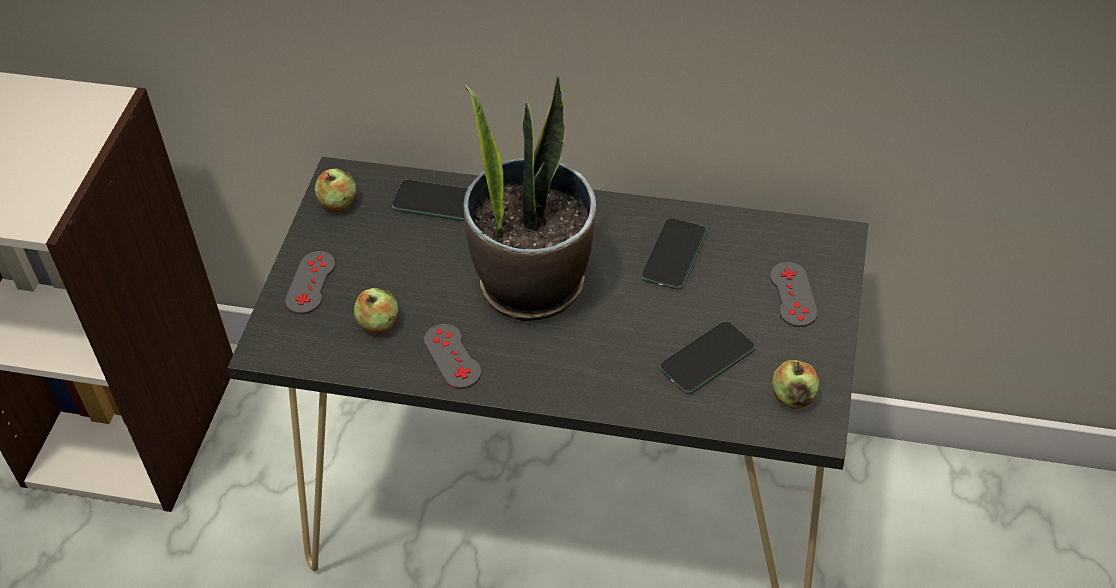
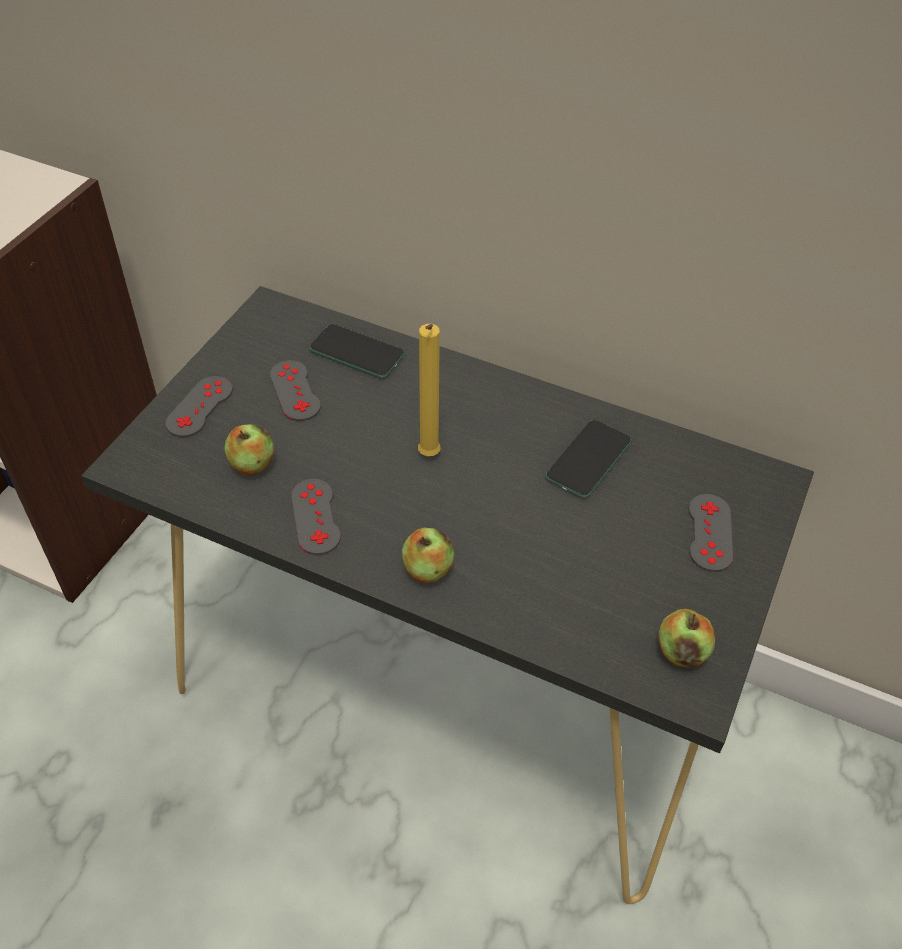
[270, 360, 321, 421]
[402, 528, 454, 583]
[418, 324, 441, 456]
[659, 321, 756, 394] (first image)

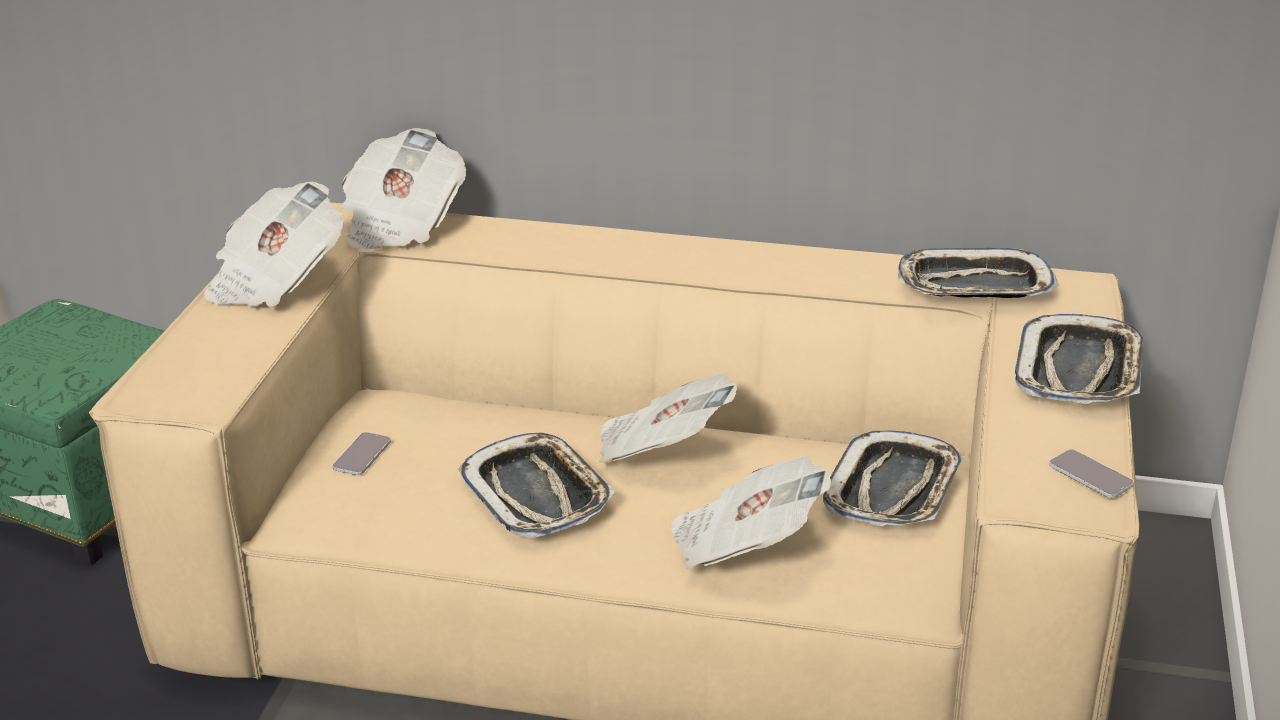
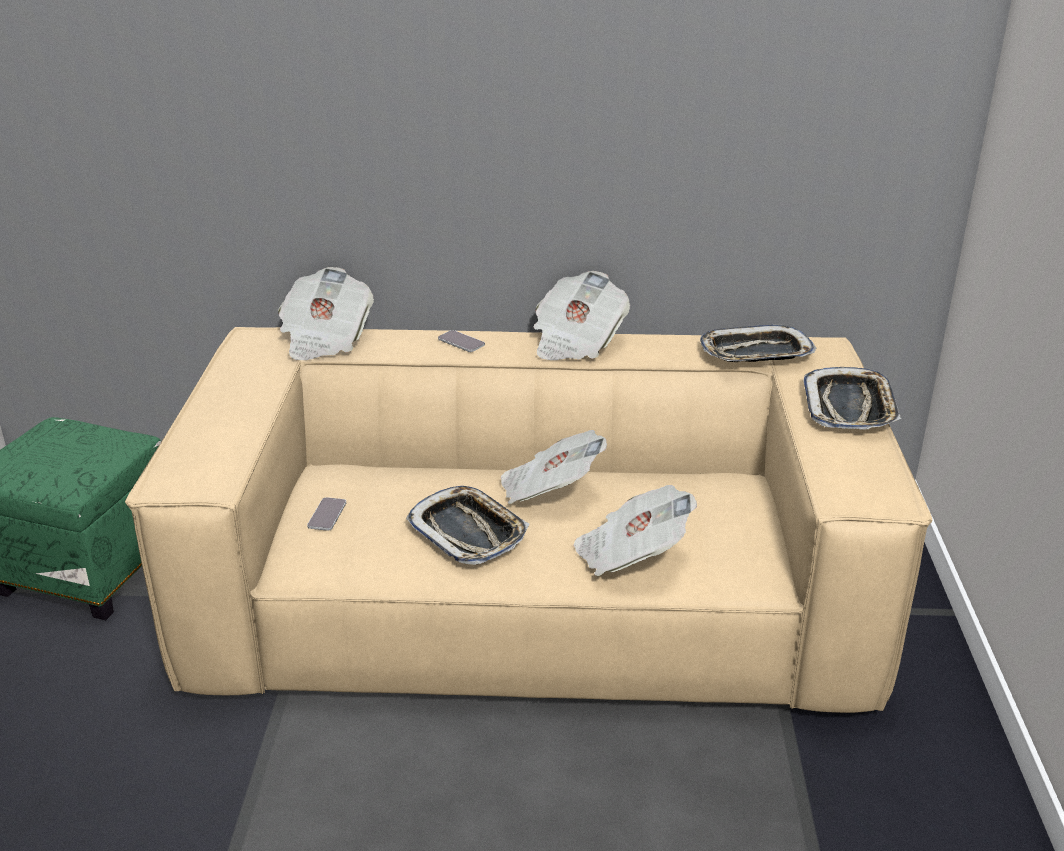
[438, 330, 485, 352]
[534, 271, 630, 360]
[823, 430, 962, 526] (first image)

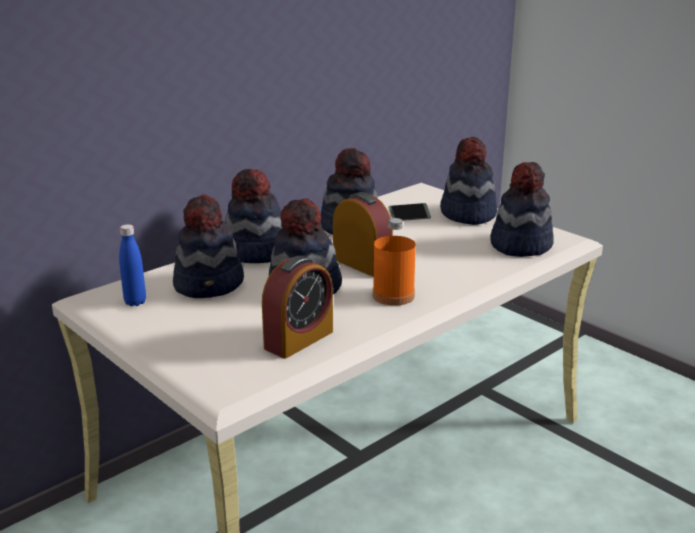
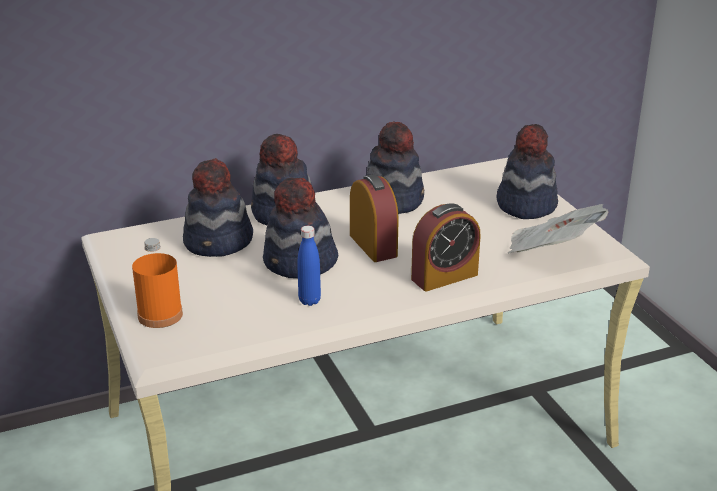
[132, 238, 183, 328]
[297, 226, 321, 306]
[411, 204, 480, 291]
[508, 204, 609, 254]
[388, 203, 431, 221] (first image)

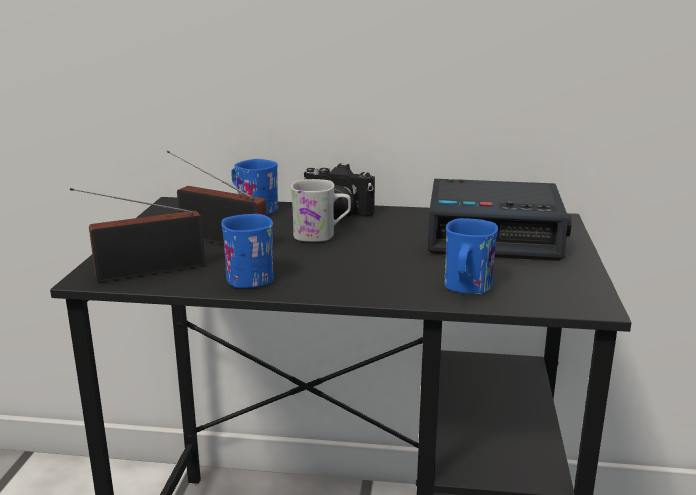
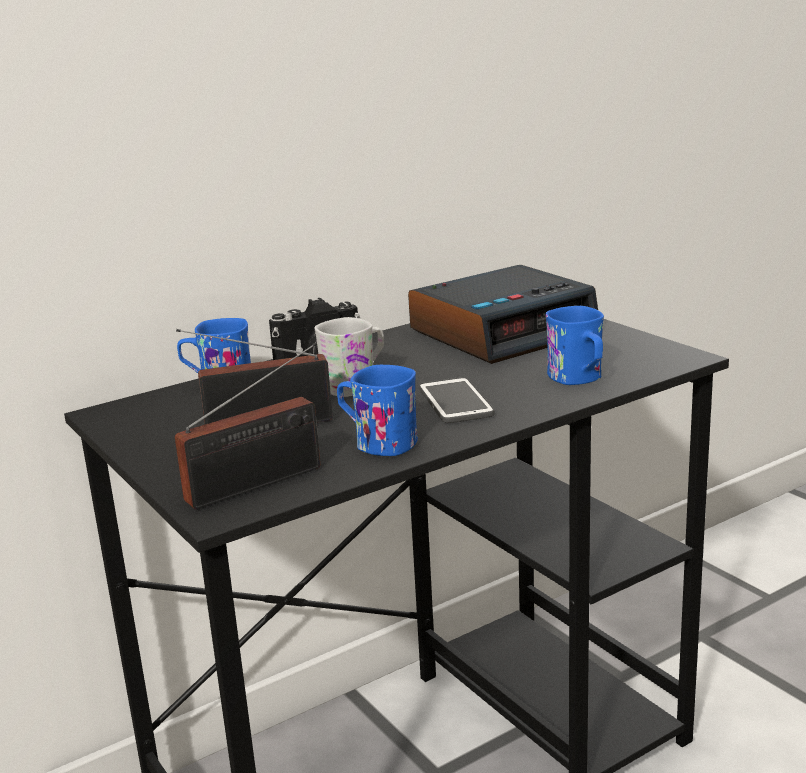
[175, 342, 320, 509]
[419, 377, 495, 423]

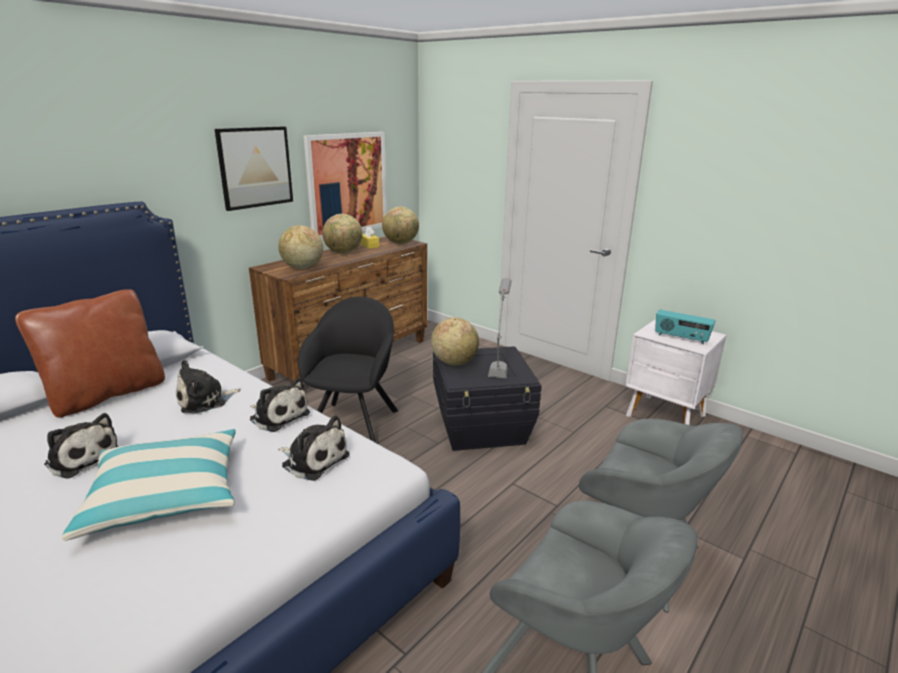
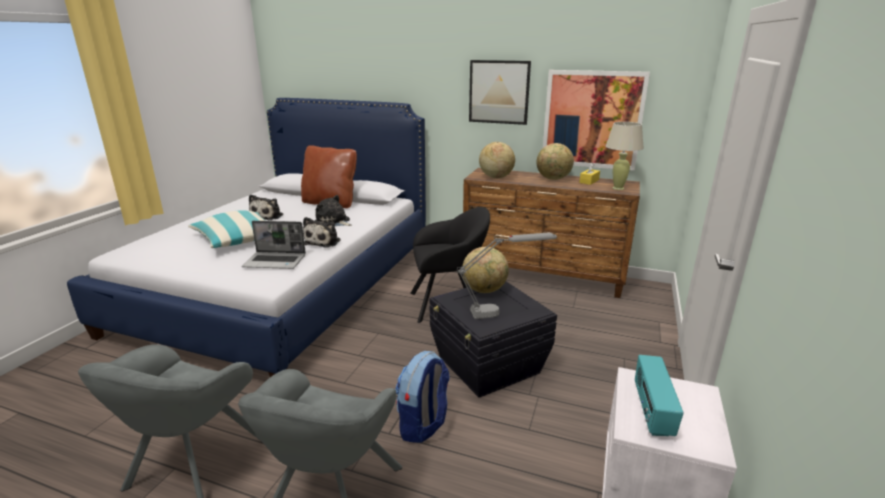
[242, 221, 306, 269]
[395, 351, 450, 443]
[606, 122, 644, 190]

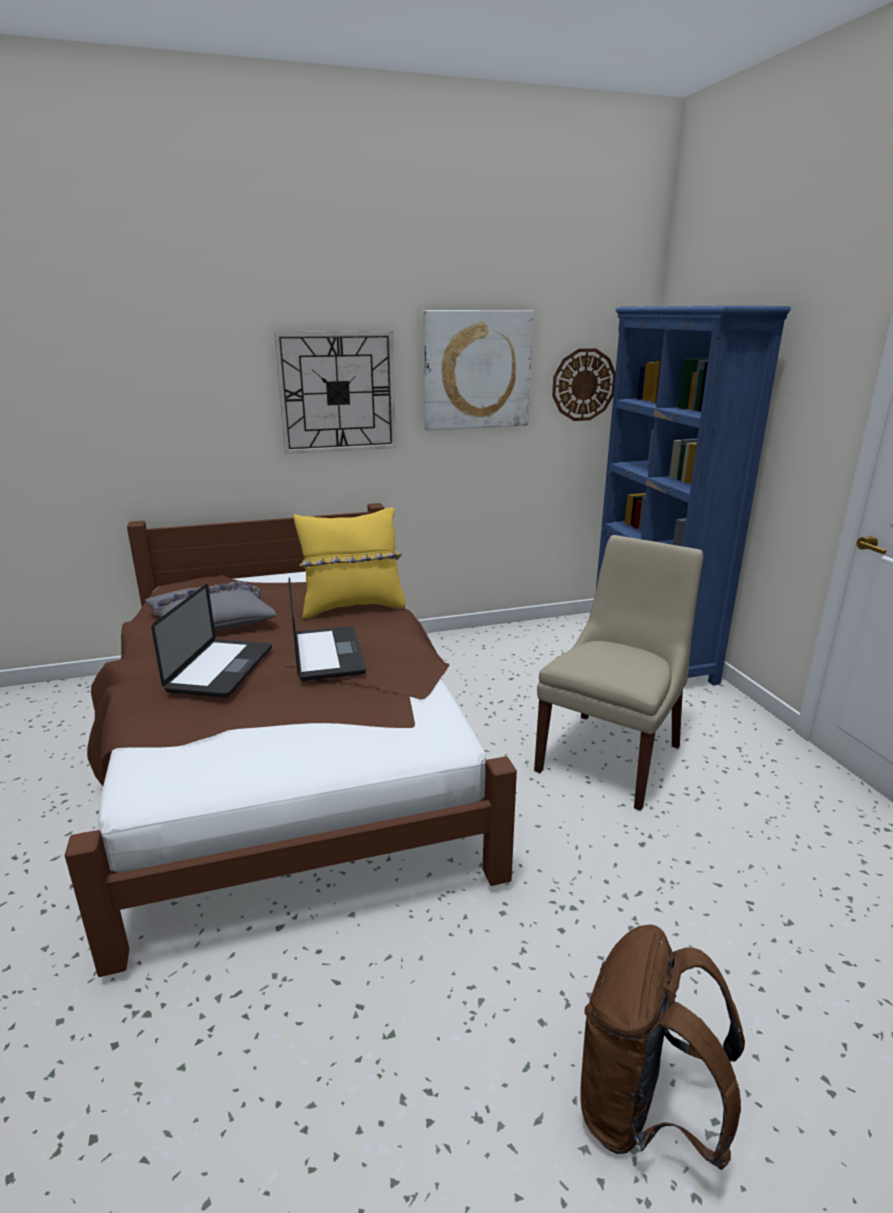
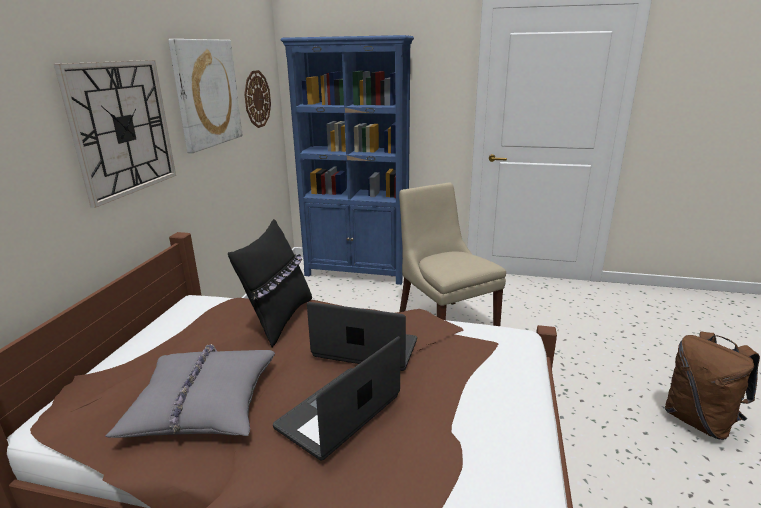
[228, 219, 312, 347]
[273, 336, 400, 460]

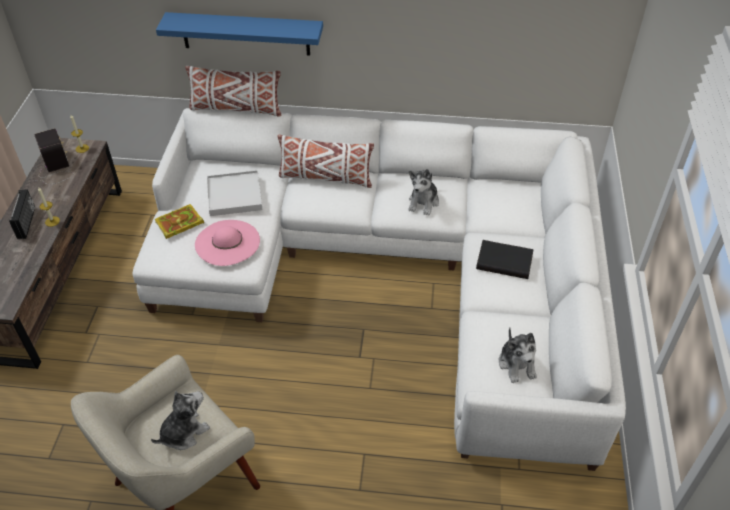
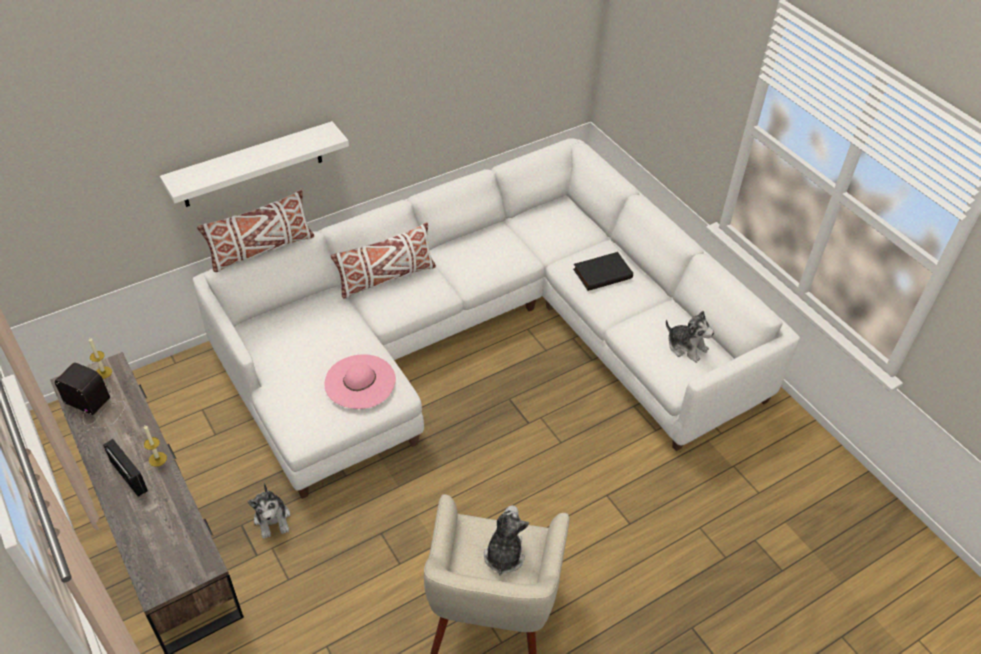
[160, 121, 349, 207]
[247, 483, 290, 539]
[155, 204, 204, 239] (first image)
[207, 170, 262, 216] (first image)

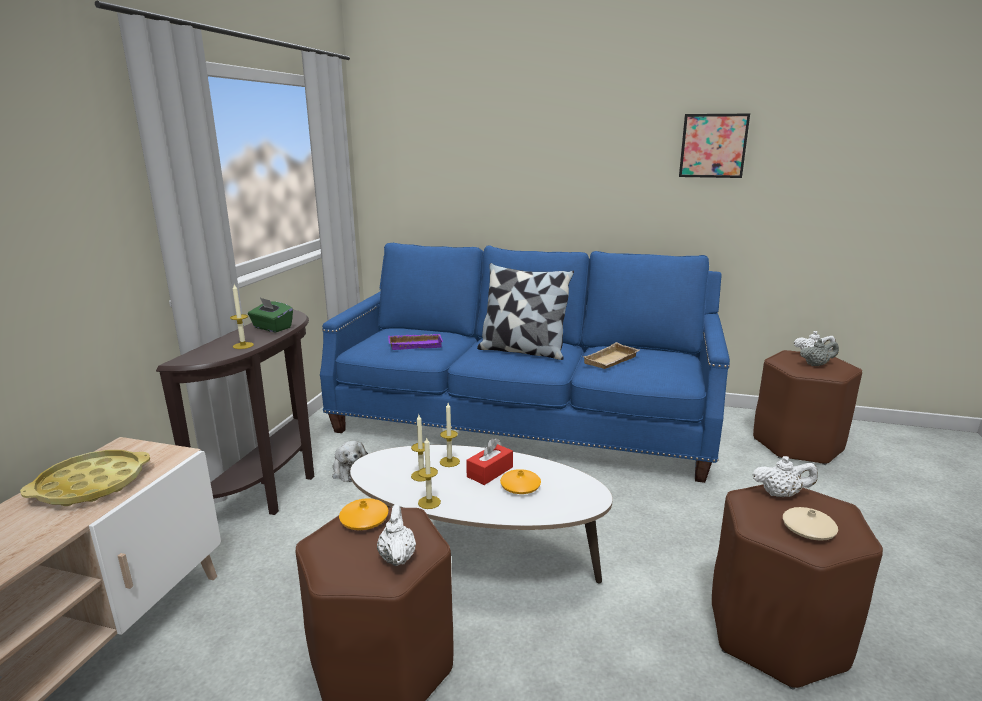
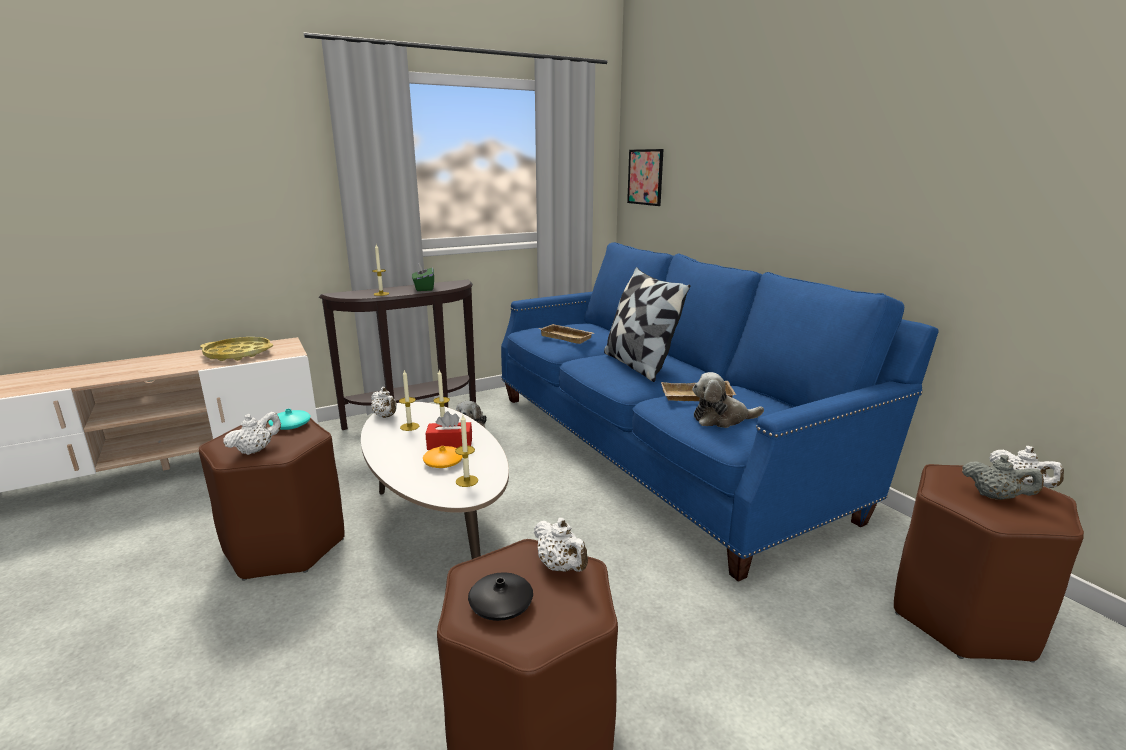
[268, 409, 310, 430]
[371, 387, 397, 418]
[455, 415, 478, 487]
[468, 572, 533, 621]
[539, 324, 594, 344]
[627, 149, 664, 206]
[692, 372, 764, 428]

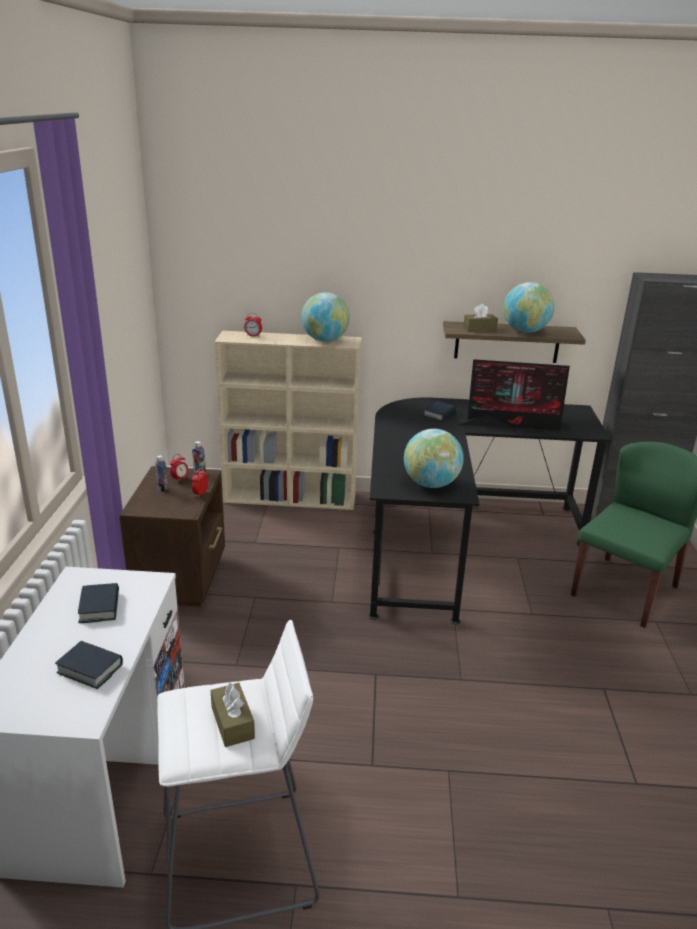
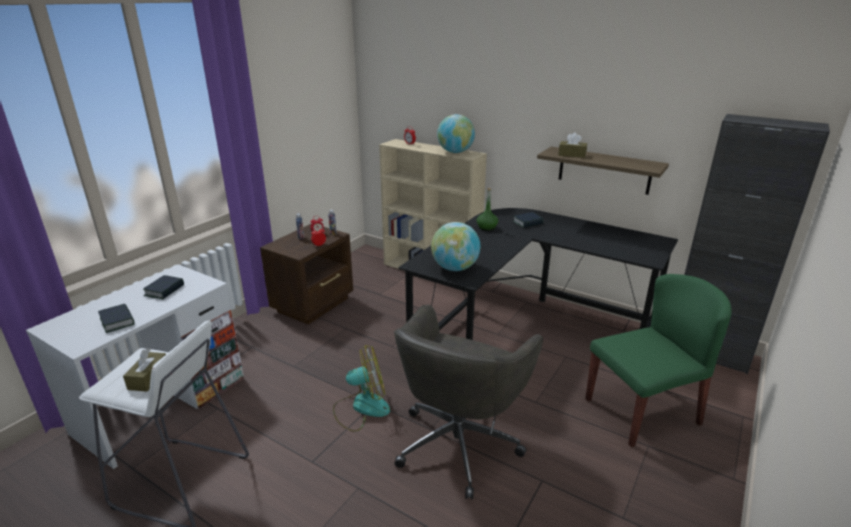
[333, 345, 390, 432]
[394, 305, 543, 500]
[477, 188, 498, 231]
[456, 359, 571, 431] (first image)
[503, 282, 555, 333] (first image)

